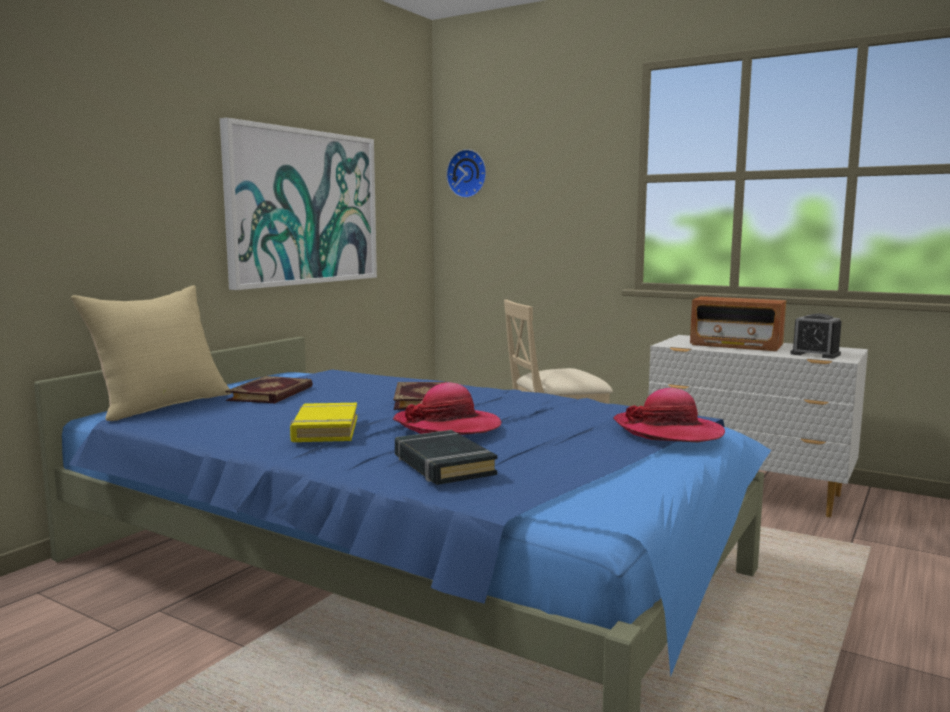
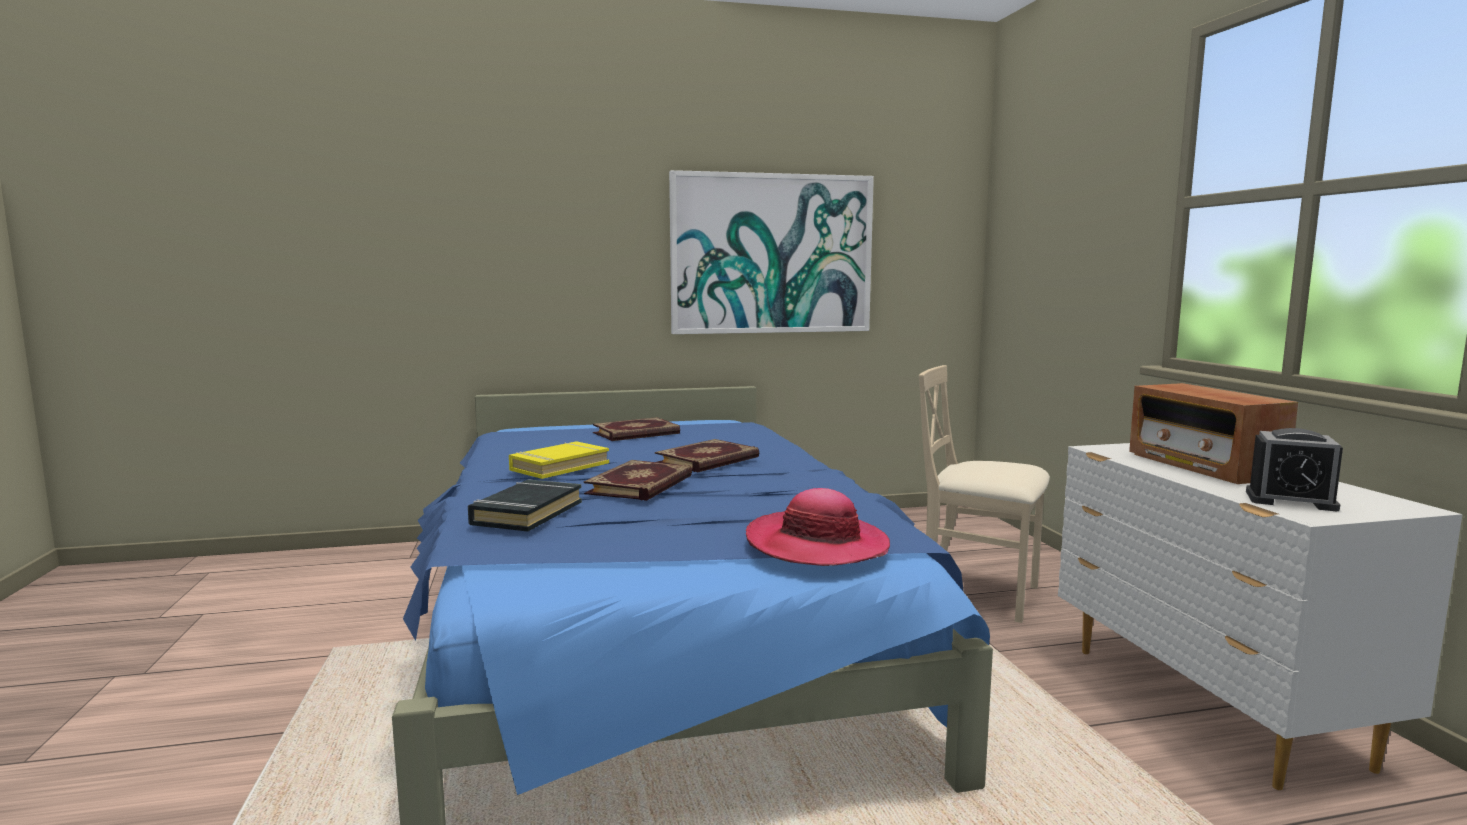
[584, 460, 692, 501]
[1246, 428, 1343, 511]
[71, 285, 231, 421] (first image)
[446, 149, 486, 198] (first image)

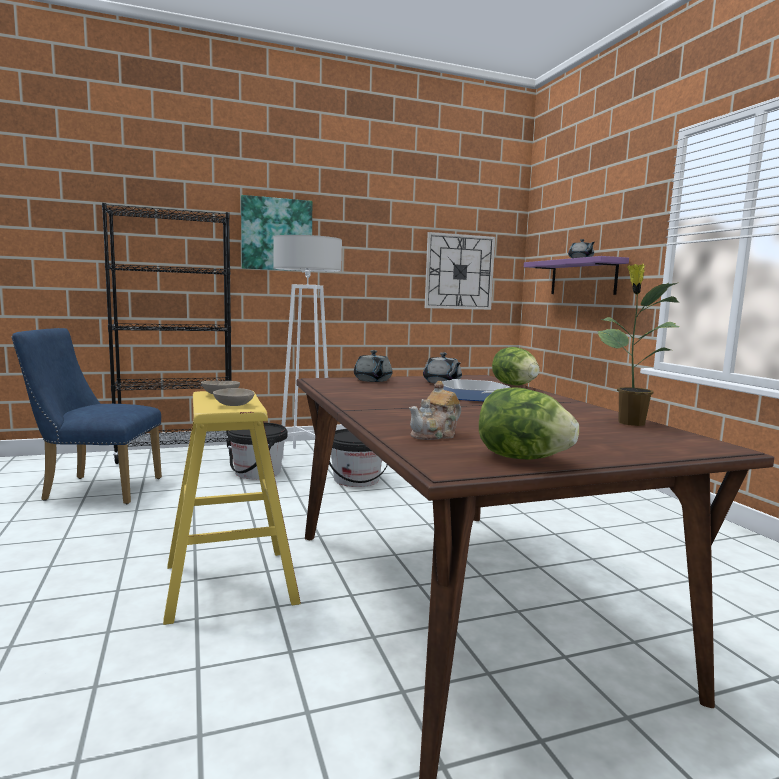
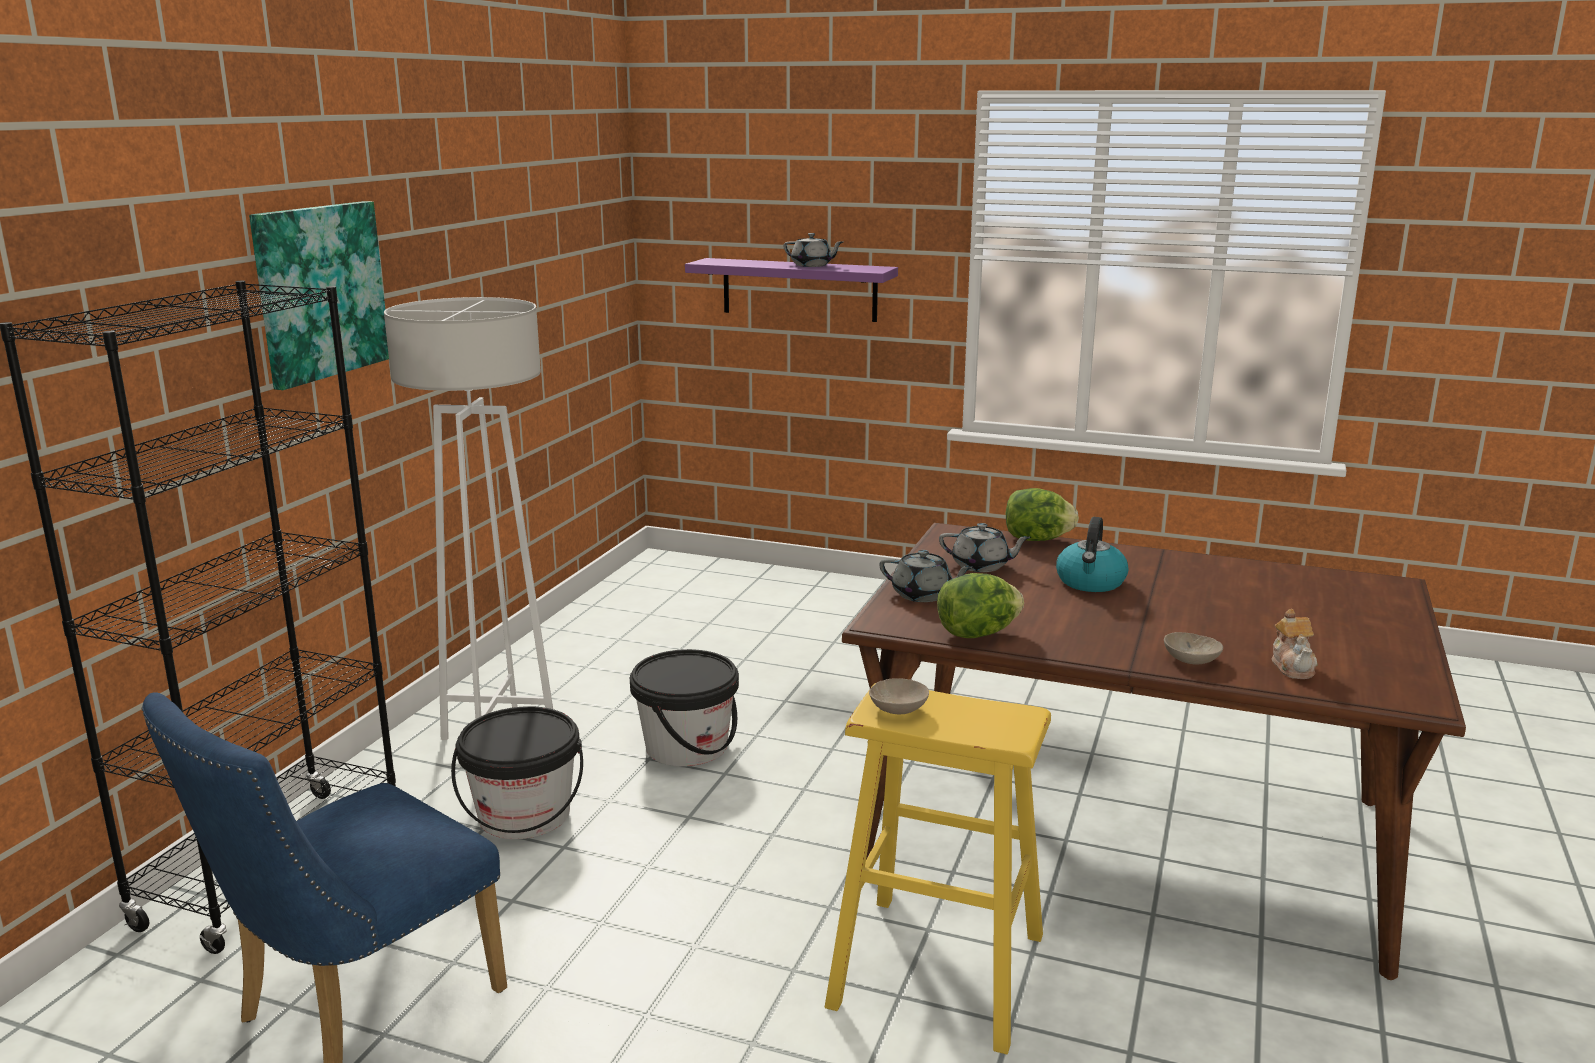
[937, 573, 1024, 638]
[1056, 517, 1128, 592]
[1164, 632, 1223, 665]
[425, 232, 495, 310] (first image)
[597, 264, 680, 426] (first image)

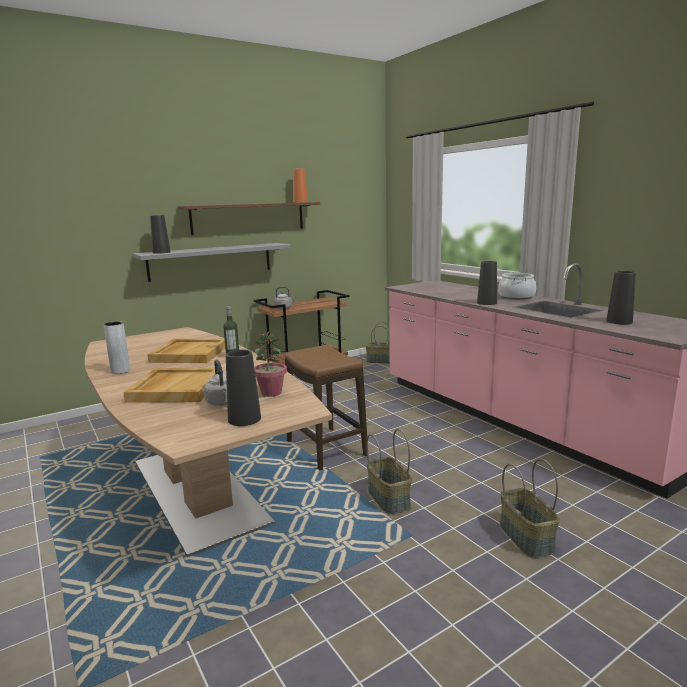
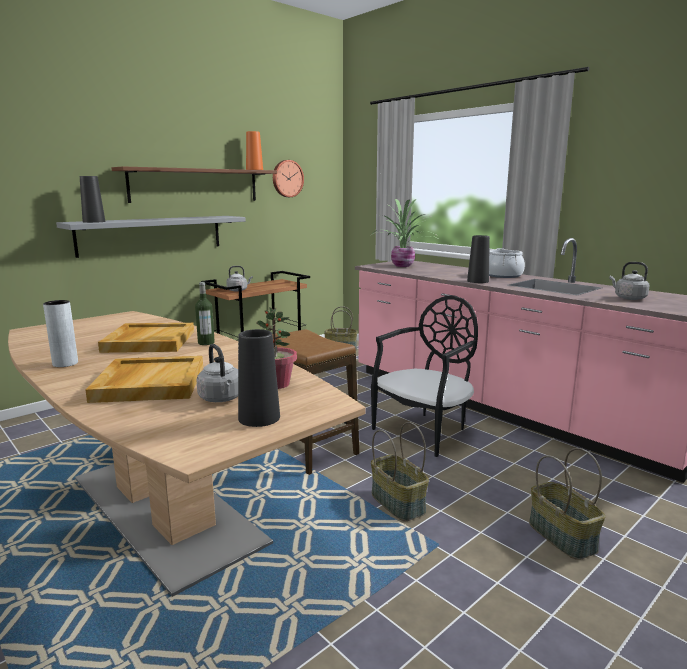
[273, 160, 304, 197]
[369, 199, 440, 267]
[371, 296, 478, 457]
[609, 262, 650, 300]

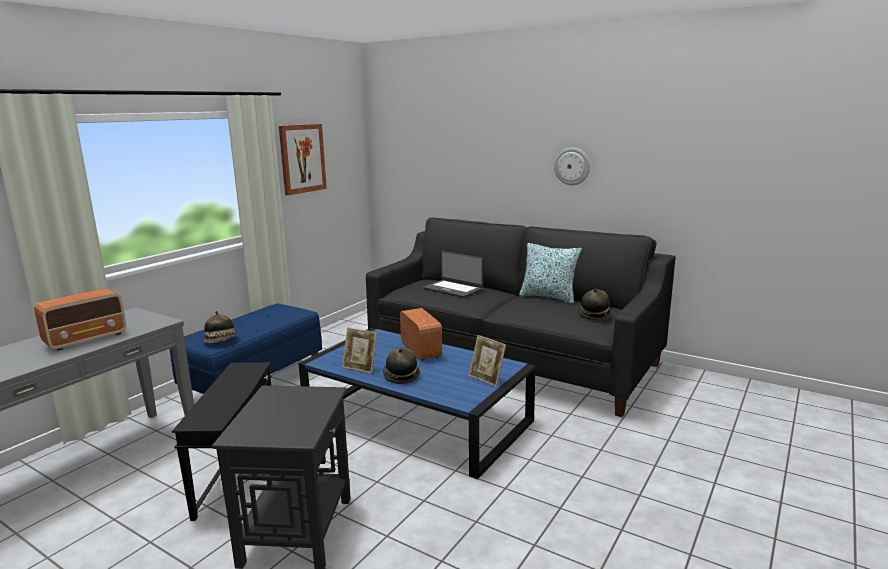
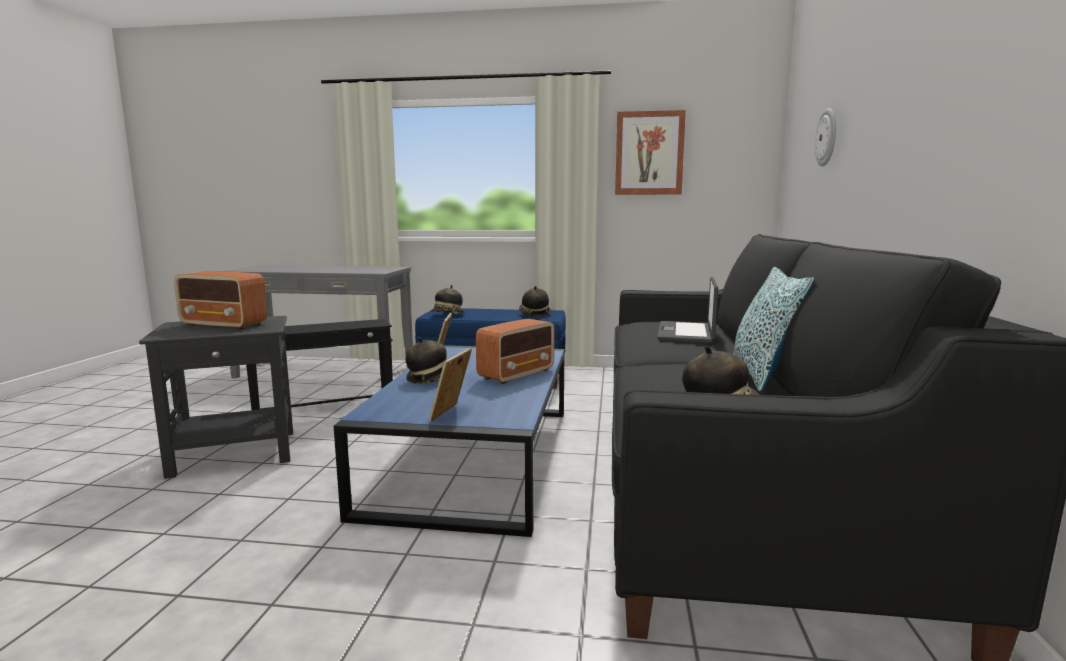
[174, 271, 267, 329]
[519, 286, 551, 317]
[815, 108, 836, 167]

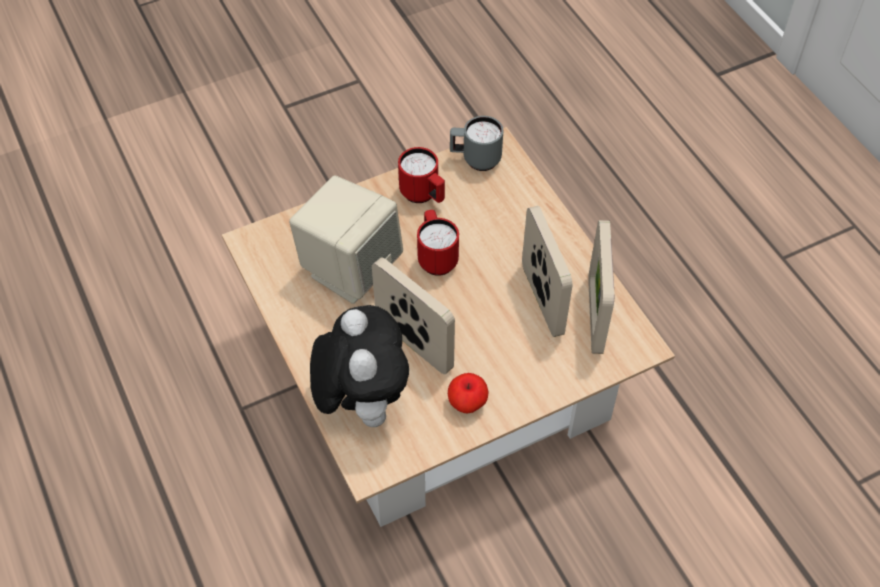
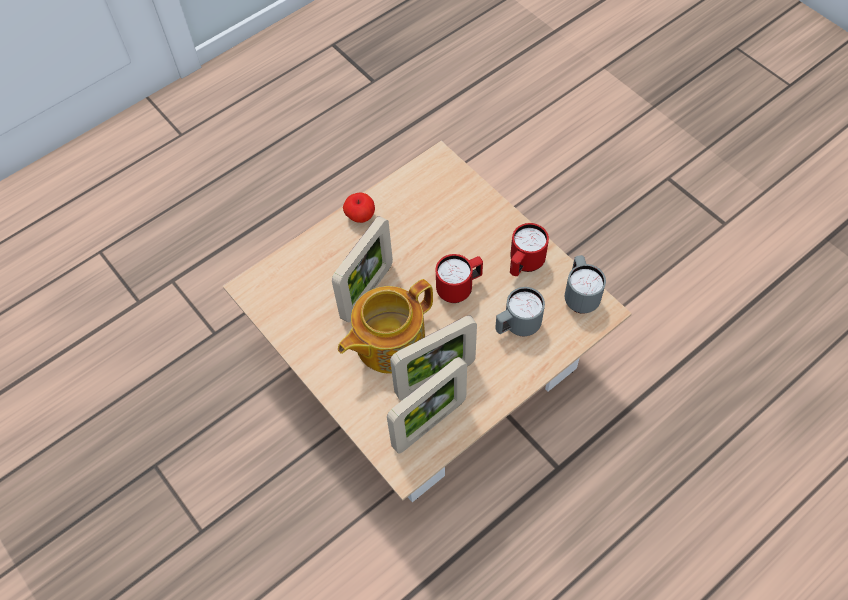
[338, 279, 433, 374]
[343, 193, 375, 223]
[387, 357, 467, 454]
[495, 287, 545, 336]
[289, 176, 403, 304] (first image)
[310, 305, 409, 427] (first image)

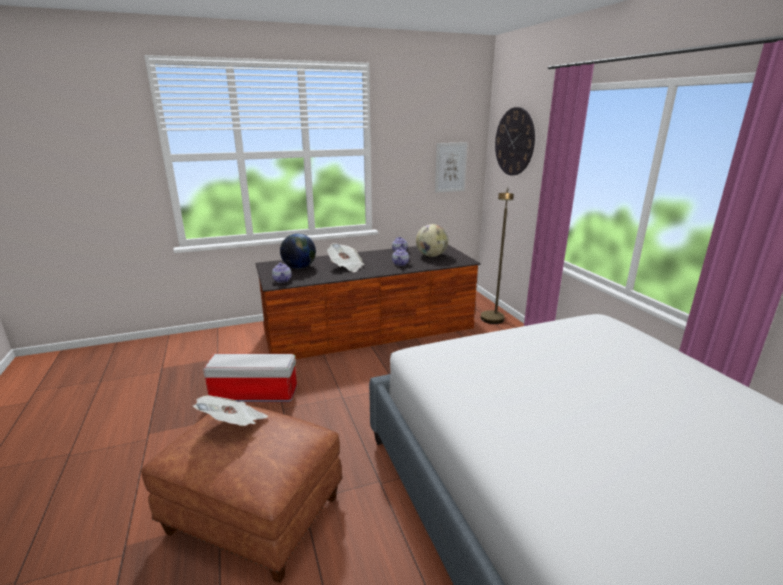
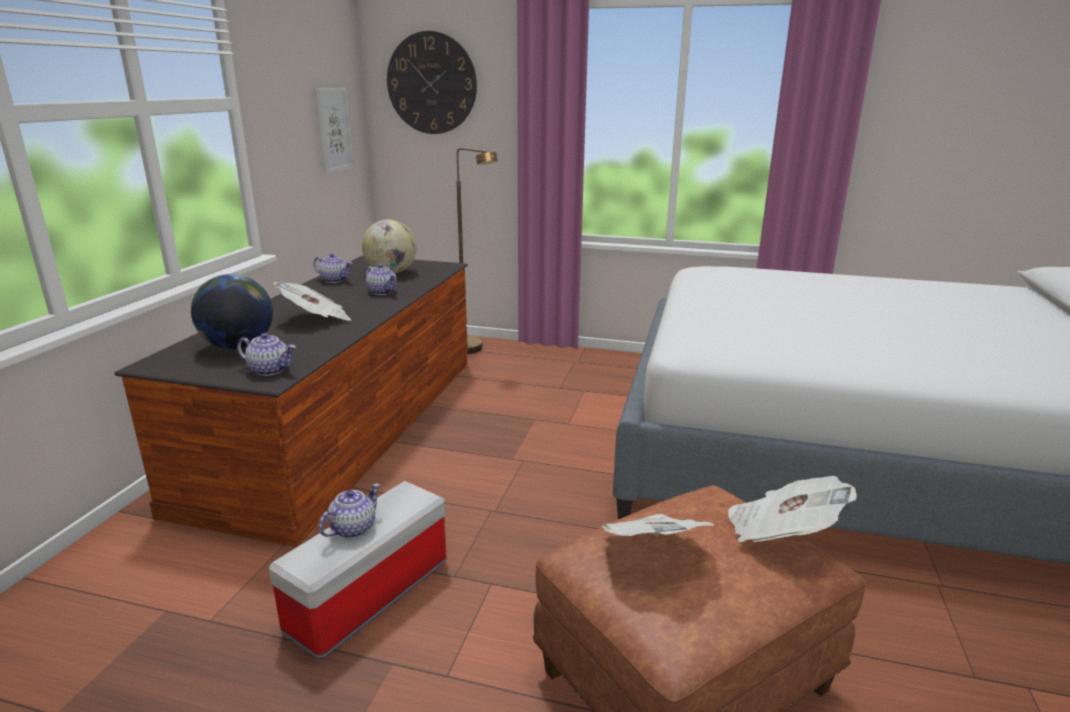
[319, 484, 380, 538]
[728, 476, 857, 542]

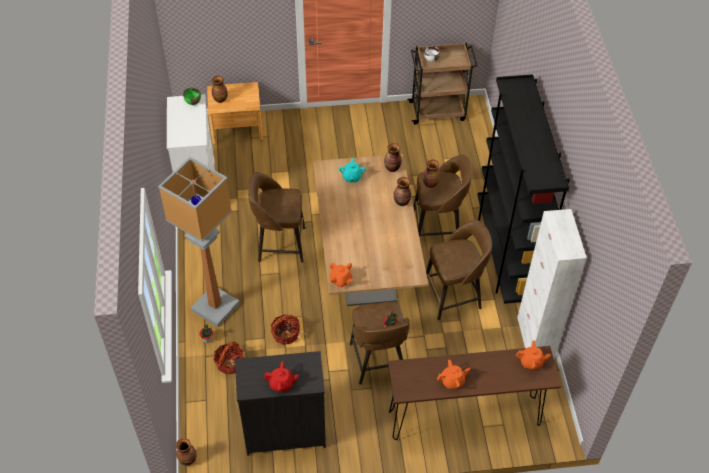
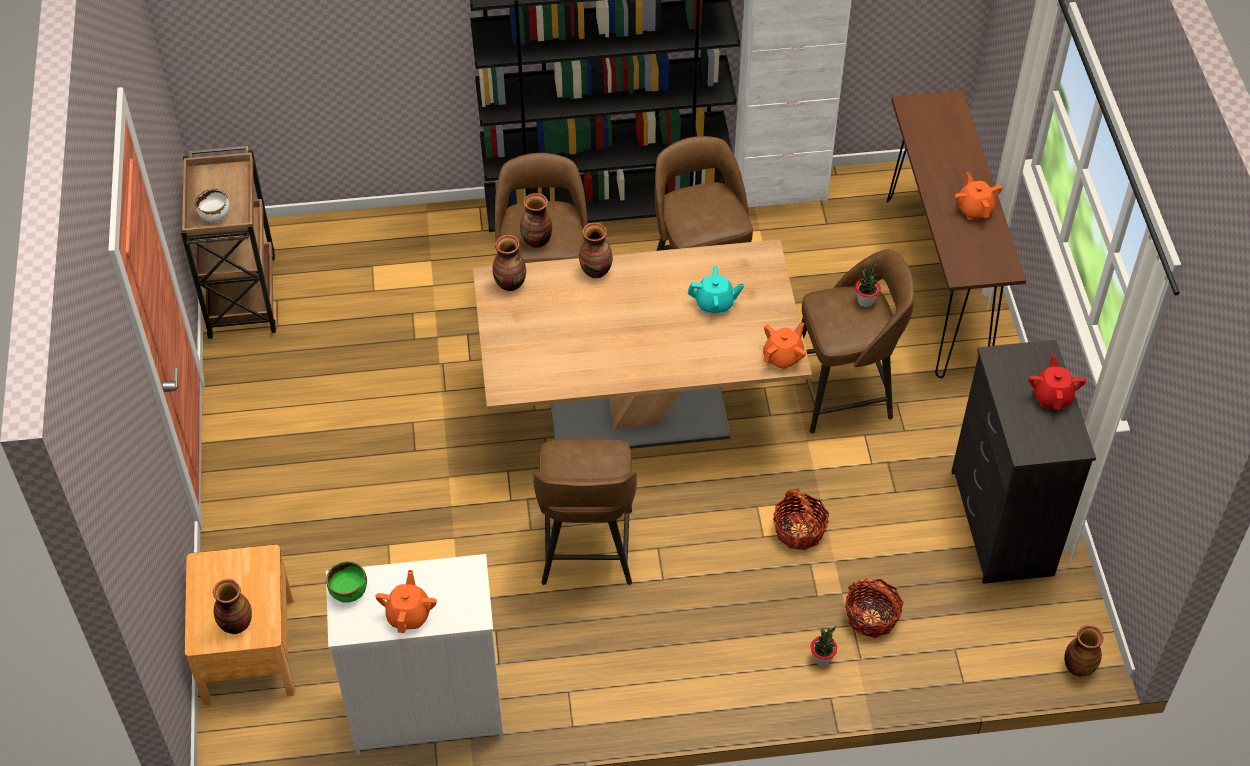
[375, 570, 437, 633]
[688, 266, 744, 313]
[158, 157, 240, 327] (first image)

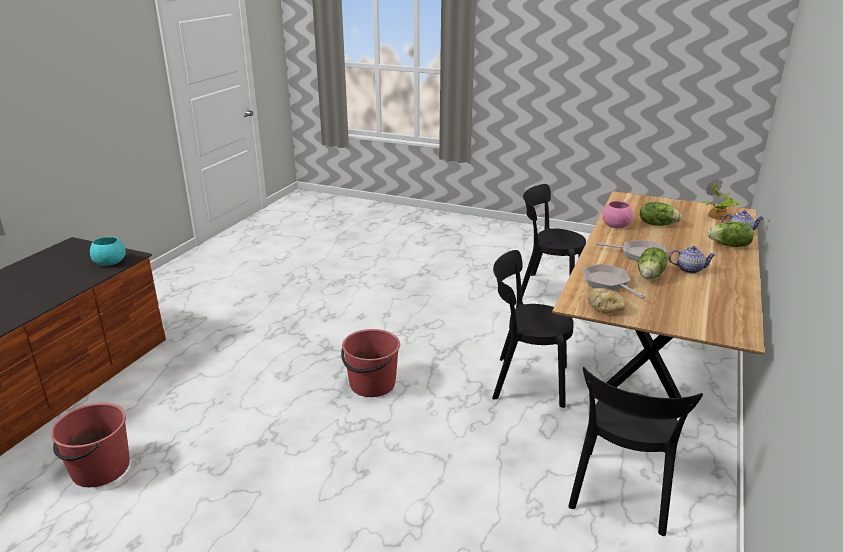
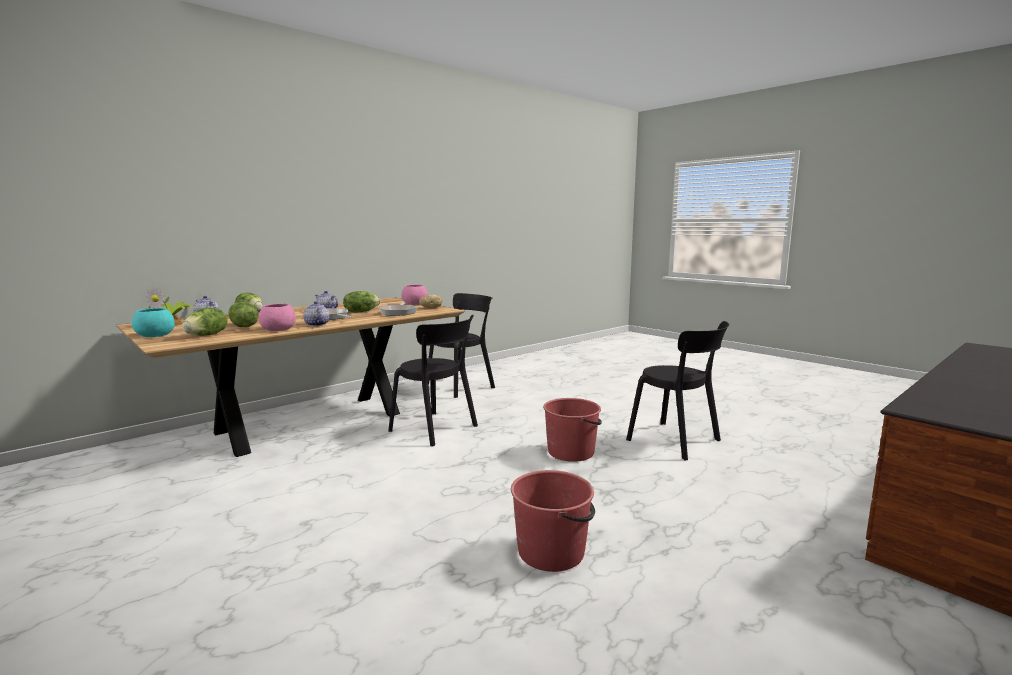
[132, 308, 175, 337]
[182, 308, 228, 336]
[304, 301, 329, 326]
[402, 285, 428, 305]
[511, 470, 595, 572]
[626, 321, 729, 461]

